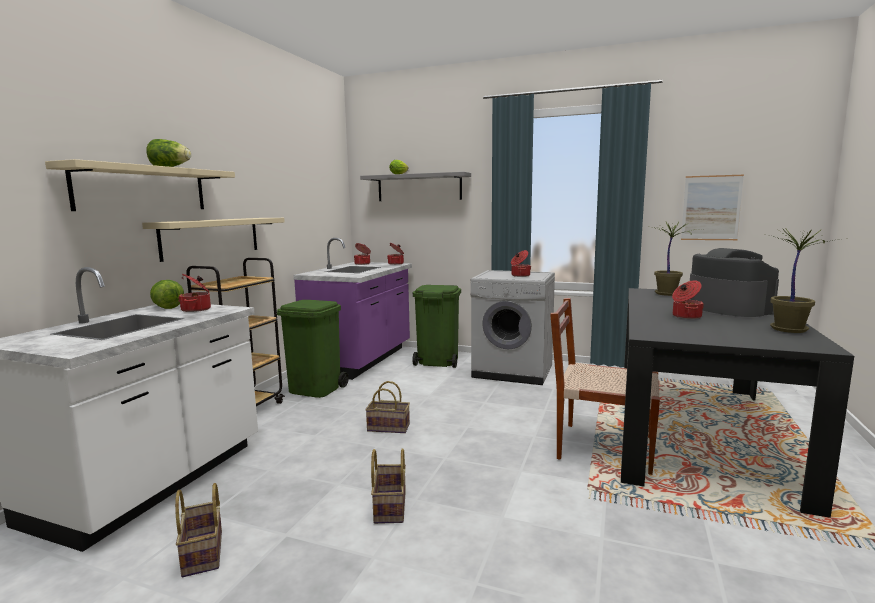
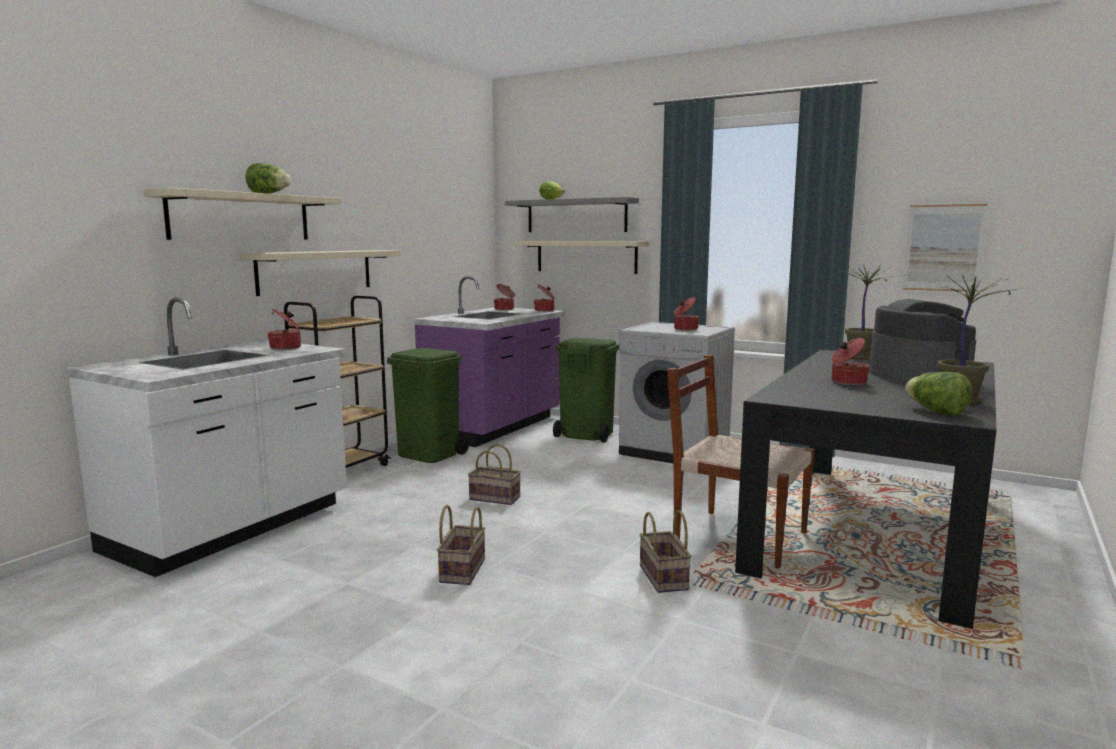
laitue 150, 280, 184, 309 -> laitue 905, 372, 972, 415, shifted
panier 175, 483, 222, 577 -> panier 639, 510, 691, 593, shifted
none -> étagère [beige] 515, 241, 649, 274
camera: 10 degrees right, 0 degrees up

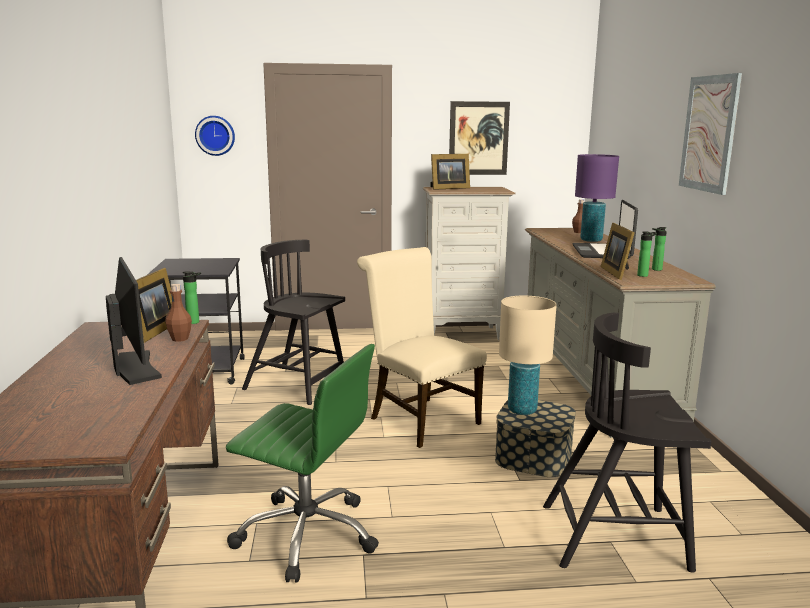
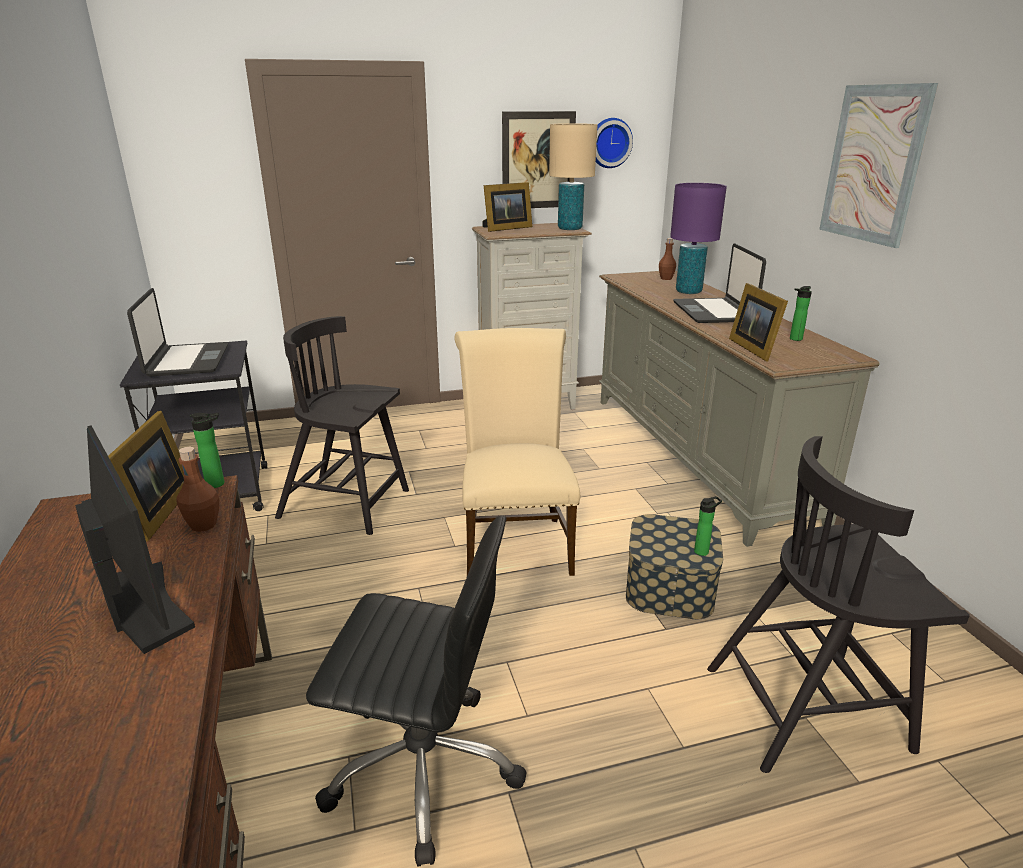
horloge murale 195, 116, 235, 156 -> horloge murale 596, 118, 633, 168, shifted
chaise de bureau [vert] 226, 344, 379, 583 -> chaise de bureau [noir] 306, 516, 527, 866
chaise [beige] 357, 247, 487, 448 -> chaise [beige] 454, 328, 580, 576, 45 degrees clockwise
lampe de table [beige] 499, 296, 557, 415 -> lampe de table [beige] 549, 123, 598, 230, shifted
bouteille 637, 231, 657, 277 -> bouteille 694, 496, 722, 556, shifted
none -> ordinateur portable 127, 288, 228, 376
camera: 10 degrees left, 10 degrees up

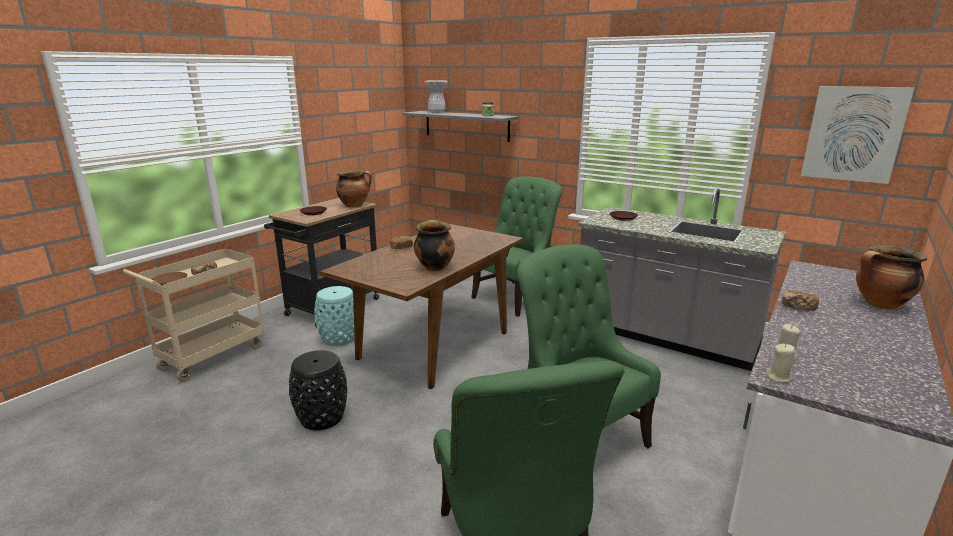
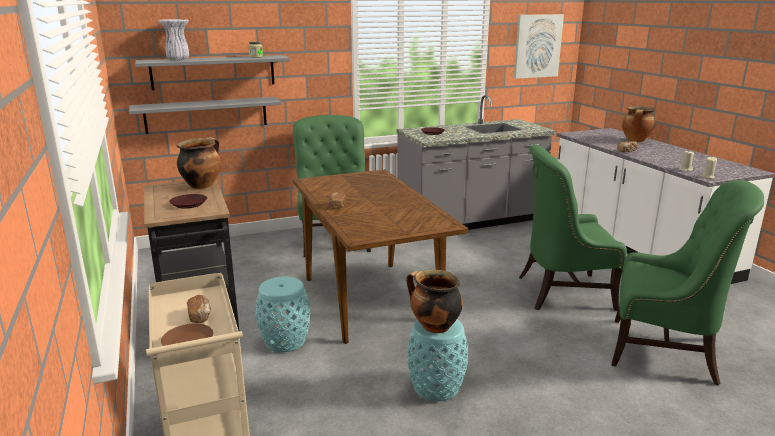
tabouret [noir] 289, 350, 347, 430 -> tabouret [turquoise] 407, 319, 468, 401
marmite 414, 220, 455, 271 -> marmite 406, 270, 463, 333, shifted
none -> étagère [gris] 129, 97, 282, 134
camera: 55 degrees left, 0 degrees up

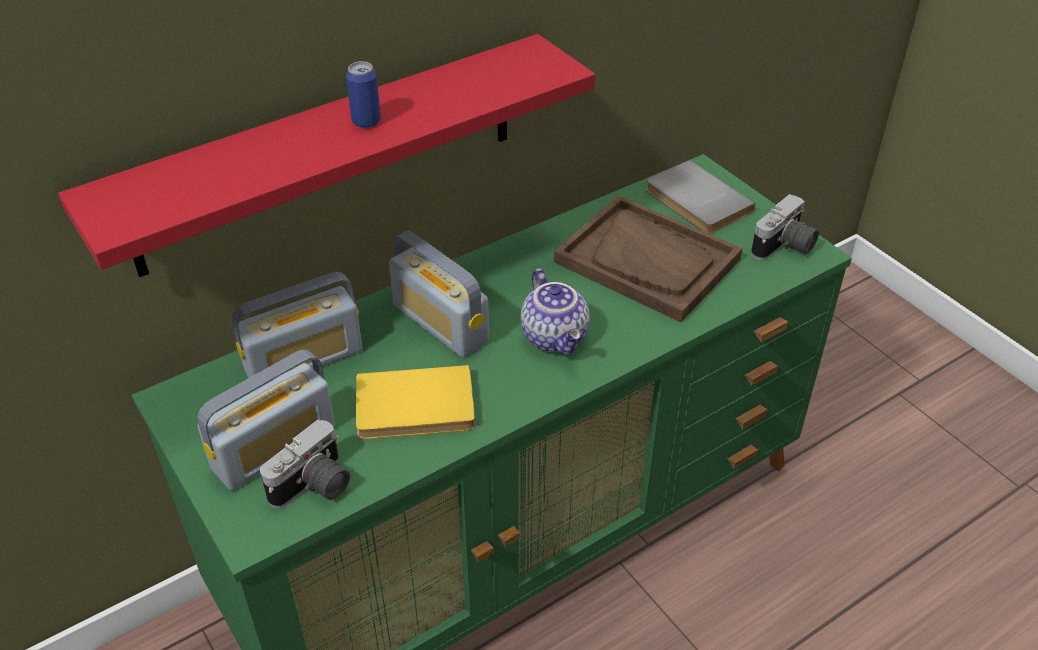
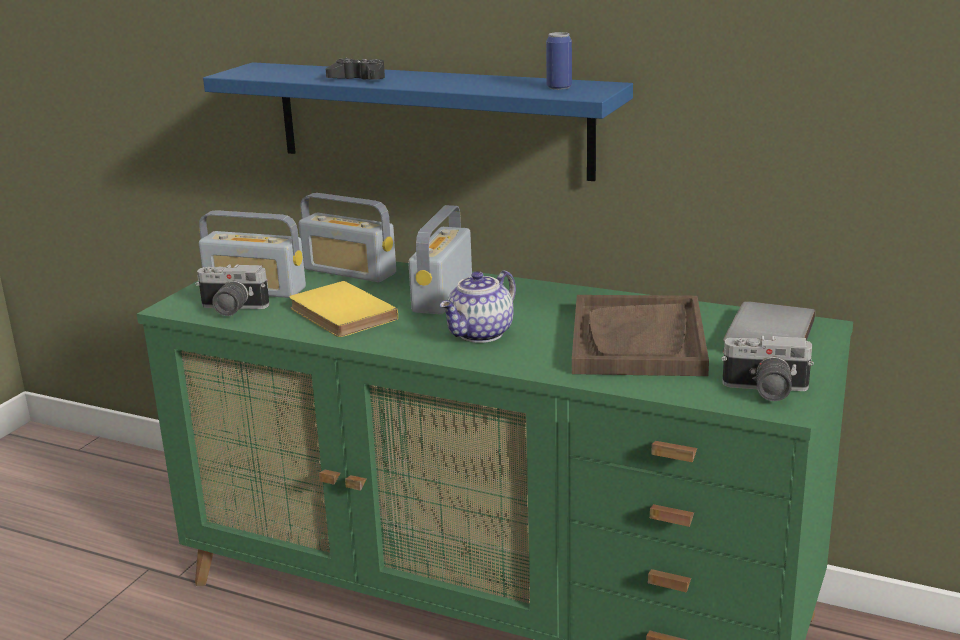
étagère [rouge] 58, 34, 595, 278 -> étagère [bleu] 203, 62, 633, 181
boîte métallique 346, 61, 381, 128 -> boîte métallique 546, 32, 572, 90, shifted
none -> manette [noir] 326, 58, 385, 80
camera: 60 degrees right, 20 degrees down

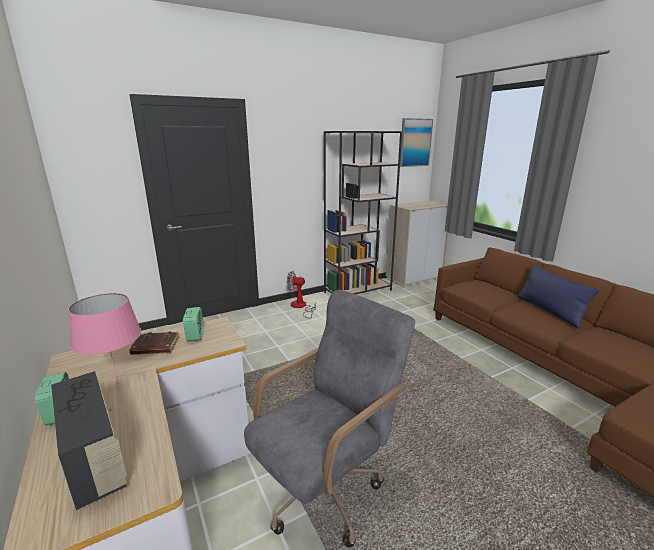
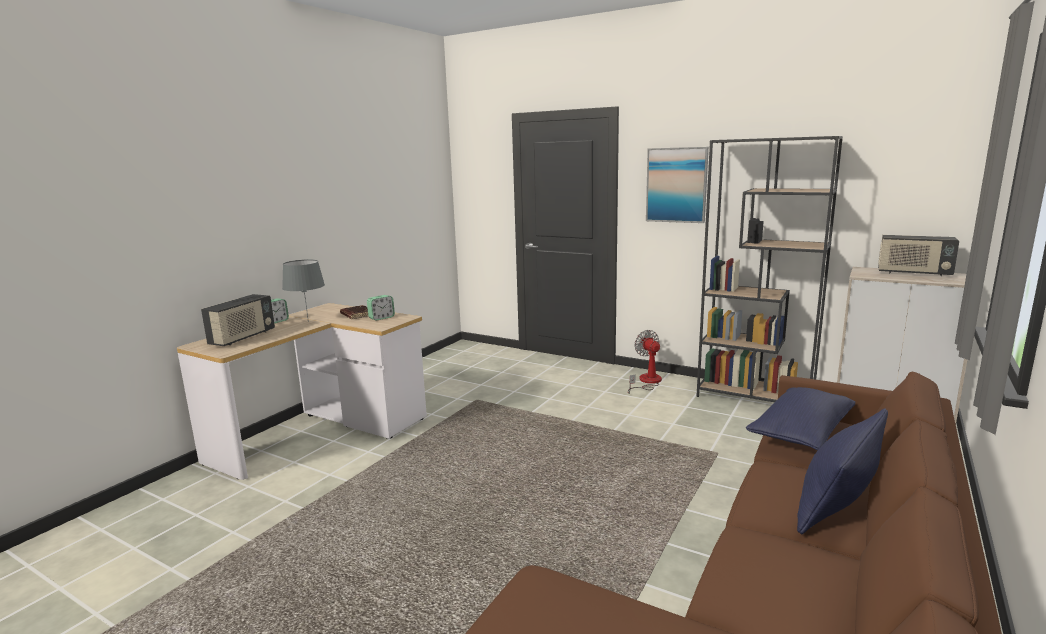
lampe de table [rose] 68, 293, 141, 385 -> lampe de table [gris] 282, 260, 325, 322
chaise de bureau [gris] 244, 290, 415, 547 -> none
tableau 400, 118, 433, 167 -> tableau 646, 147, 709, 223, shifted
none -> coussin [bleu] 746, 387, 855, 451
none -> radio 878, 235, 959, 276
camera: 60 degrees right, 5 degrees down

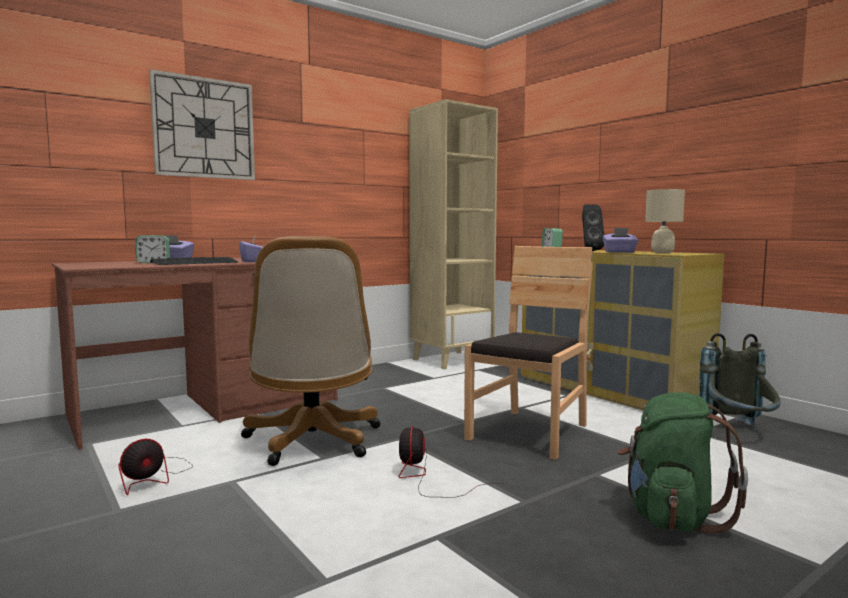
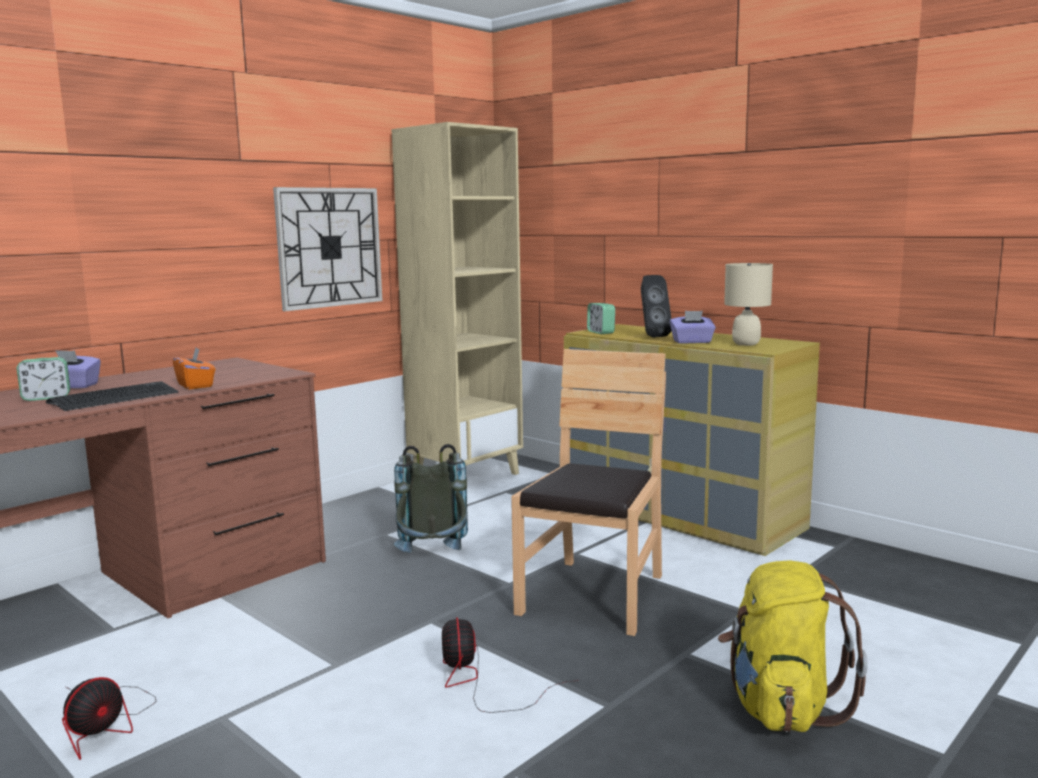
horloge murale 149, 69, 255, 180 -> horloge murale 273, 187, 382, 311, shifted
boîte à mouchoirs [violet] 239, 235, 263, 262 -> boîte à mouchoirs [orange] 173, 348, 215, 389
chaise de bureau 241, 236, 380, 466 -> none
sac à dos [vert] 617, 392, 748, 534 -> sac à dos [jaune] 718, 560, 868, 732
sac à dos [gris] 699, 333, 781, 427 -> sac à dos [gris] 394, 444, 468, 553, shifted
camera: 10 degrees left, 5 degrees up

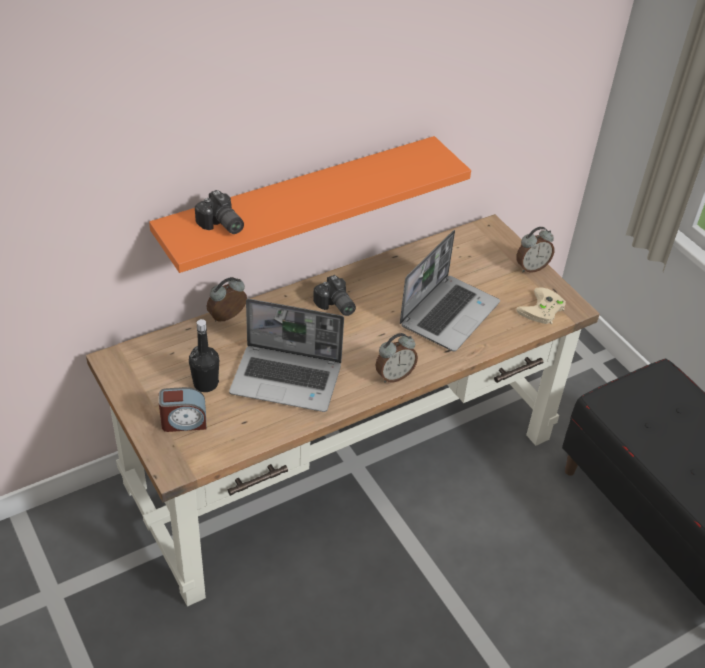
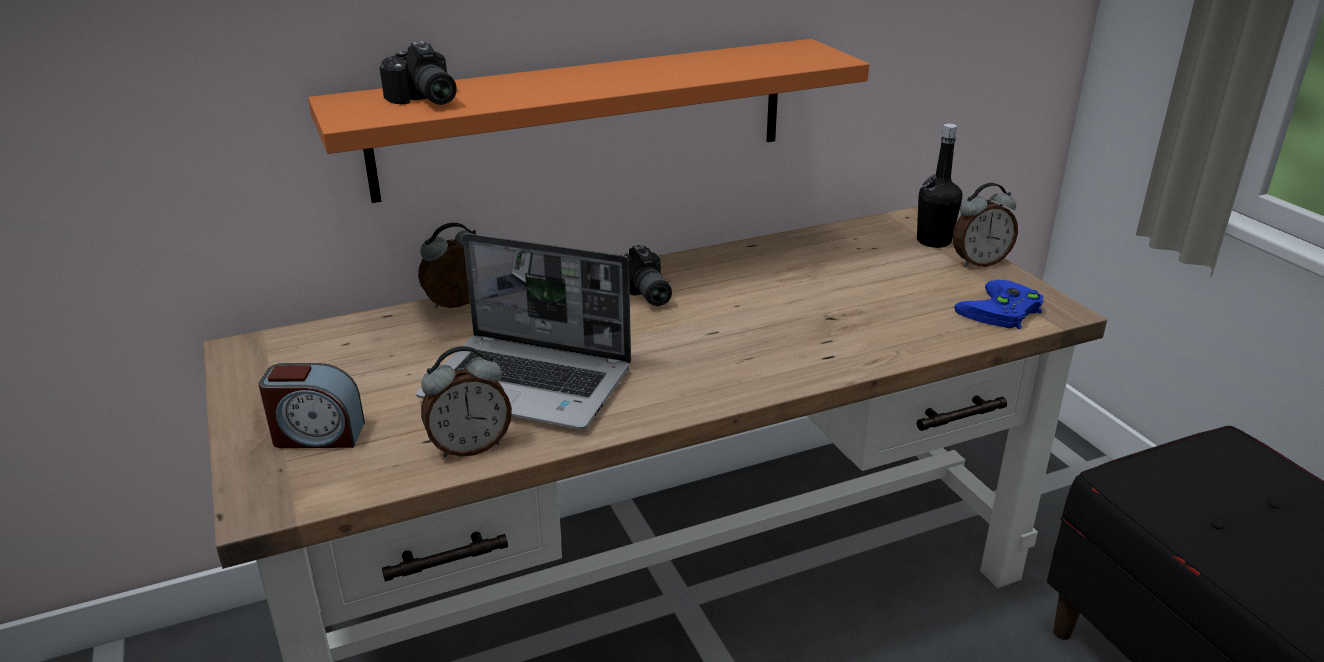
bouteille [noir] 189, 319, 219, 392 -> bouteille [noir] 917, 124, 962, 248, shifted
réveil 375, 333, 418, 383 -> réveil 421, 346, 512, 457, shifted
ordinateur portable 400, 230, 500, 352 -> none
manette [beige] 516, 287, 566, 324 -> manette [bleu] 954, 280, 1044, 329
camera: 10 degrees right, 15 degrees down

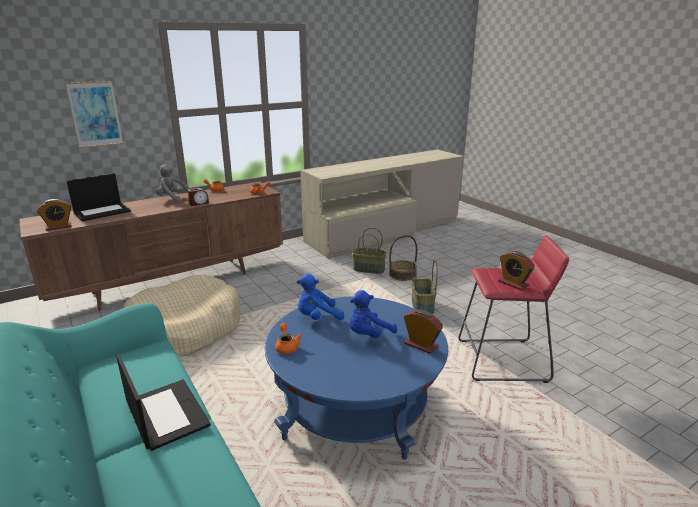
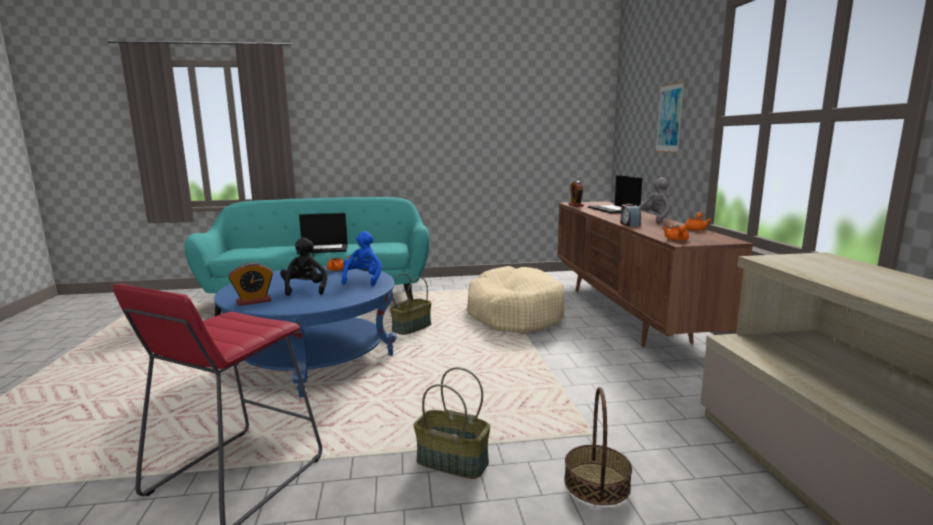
peluche [bleu] 350, 290, 397, 338 -> peluche [noir] 280, 238, 327, 296
panier 353, 228, 386, 274 -> panier 390, 273, 432, 335, shifted
réveil 498, 251, 535, 290 -> none
camera: 115 degrees right, 10 degrees down

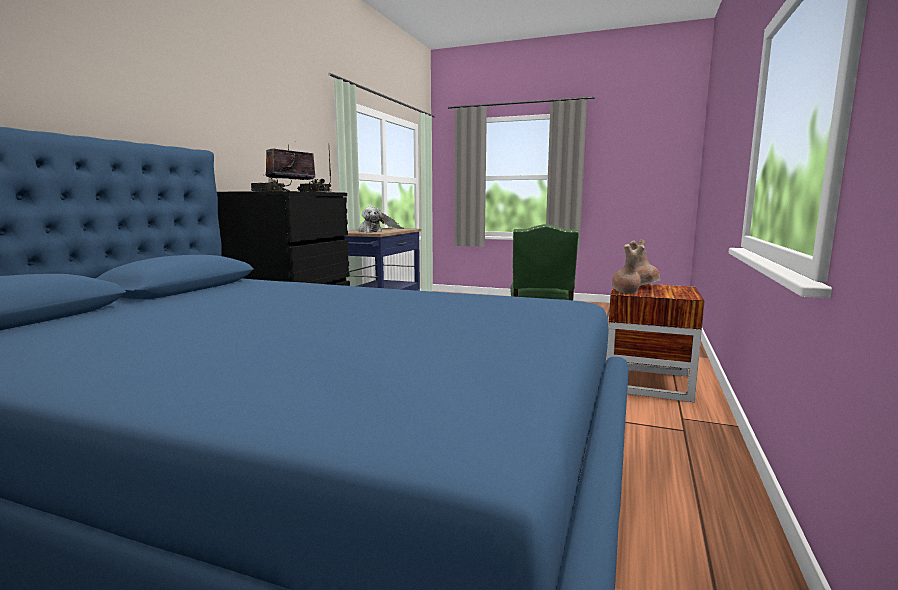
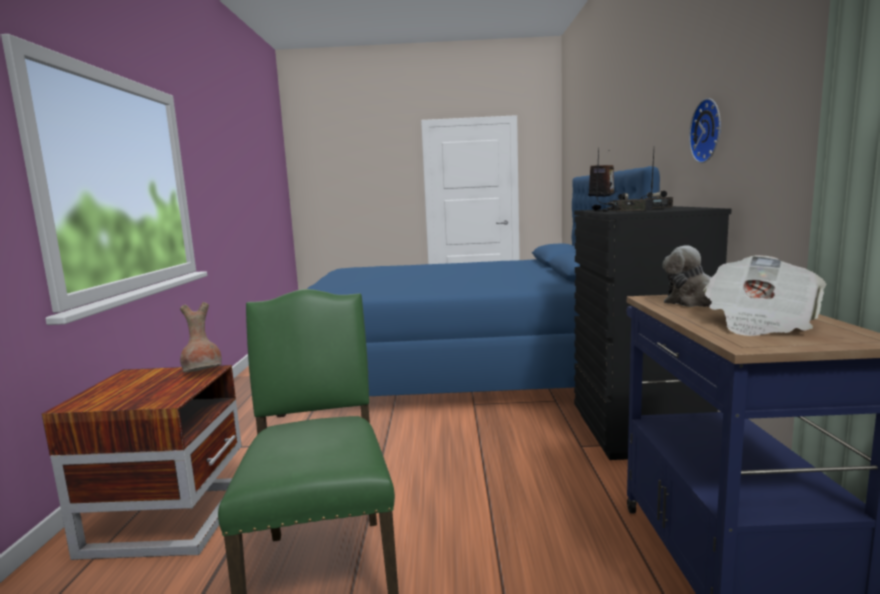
vase [marron] 630, 239, 660, 286 -> none
none -> horloge murale 689, 98, 721, 163
camera: 160 degrees right, 0 degrees up

